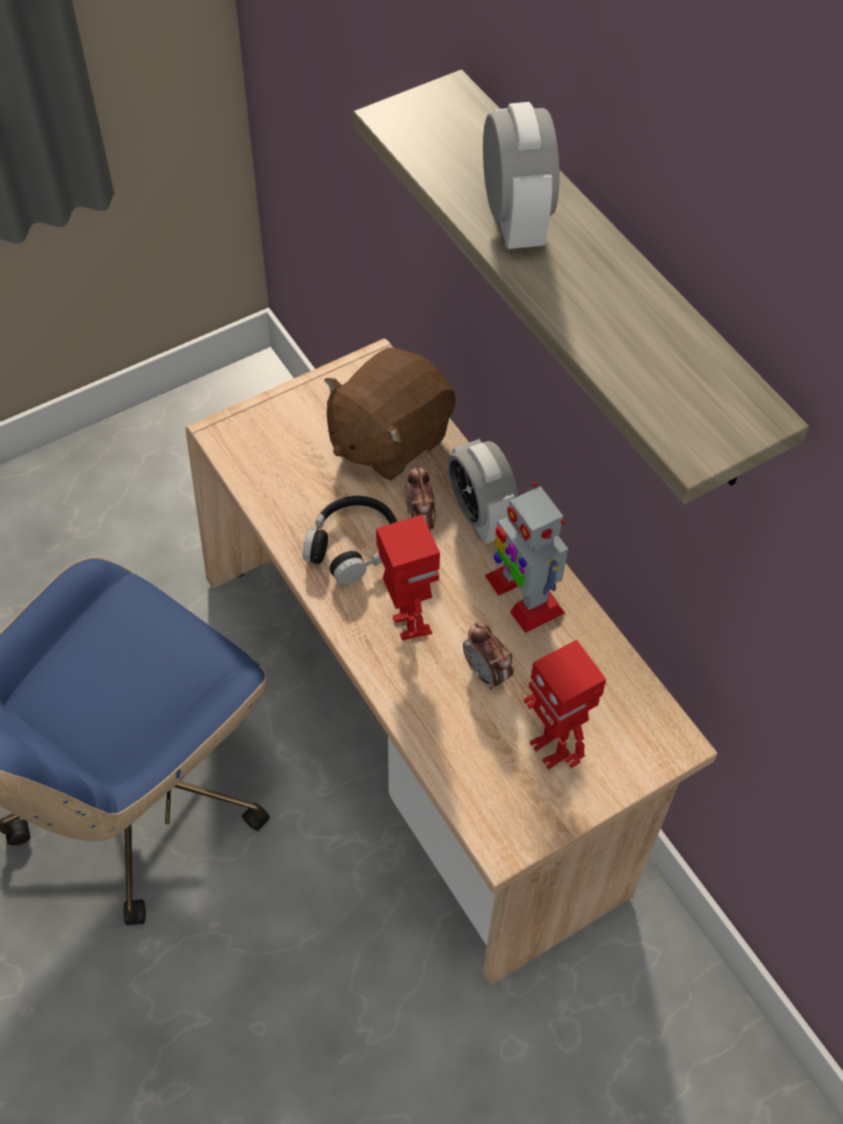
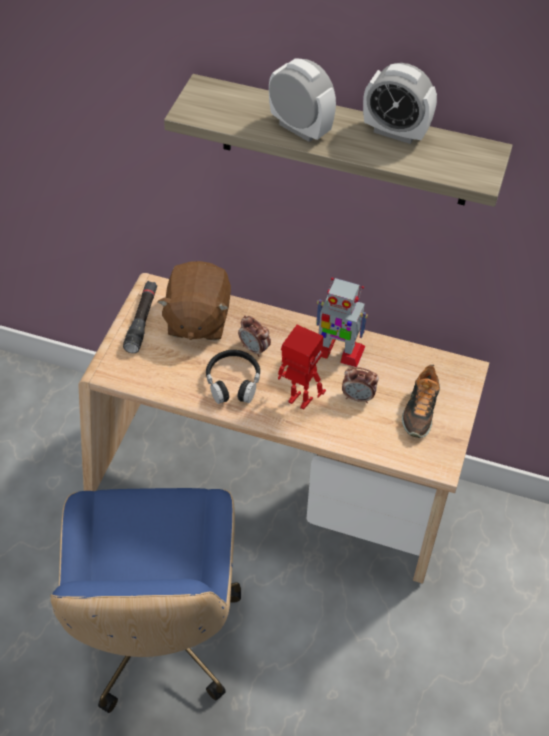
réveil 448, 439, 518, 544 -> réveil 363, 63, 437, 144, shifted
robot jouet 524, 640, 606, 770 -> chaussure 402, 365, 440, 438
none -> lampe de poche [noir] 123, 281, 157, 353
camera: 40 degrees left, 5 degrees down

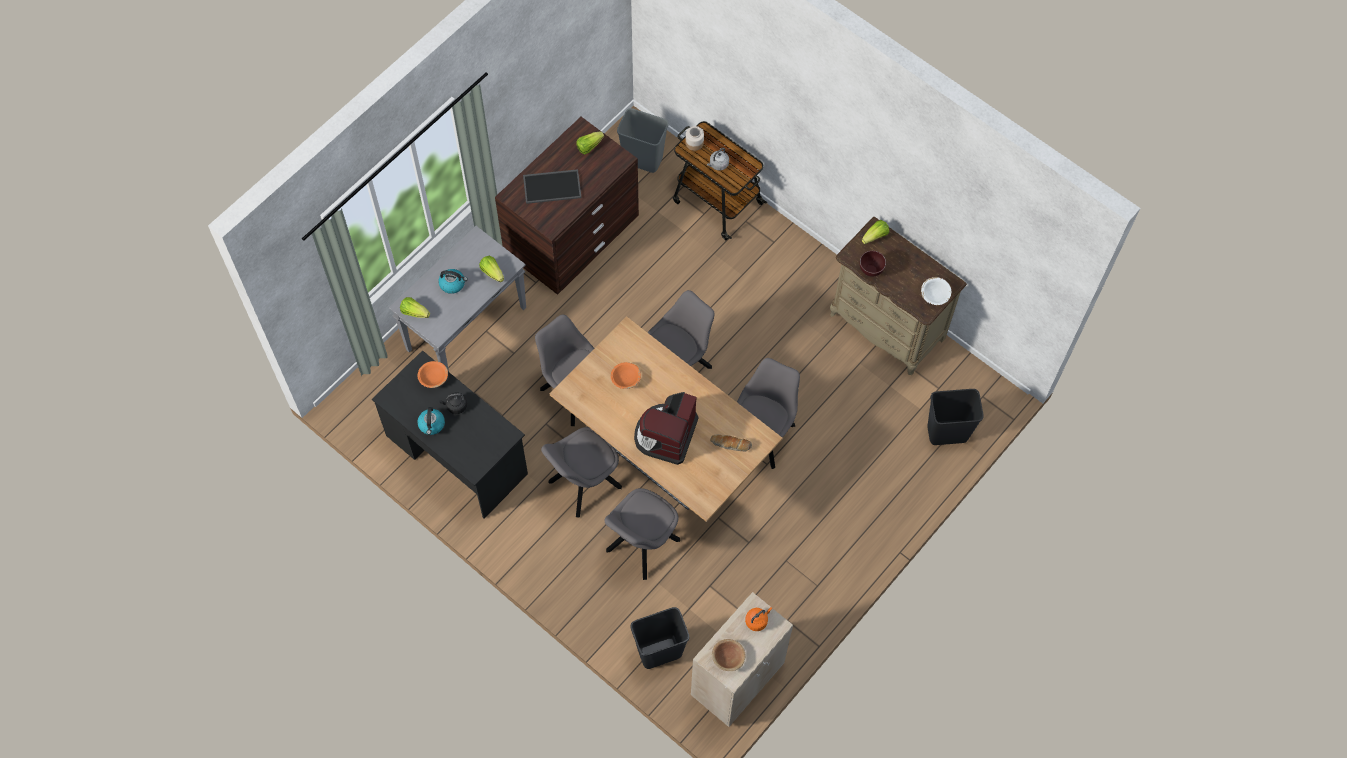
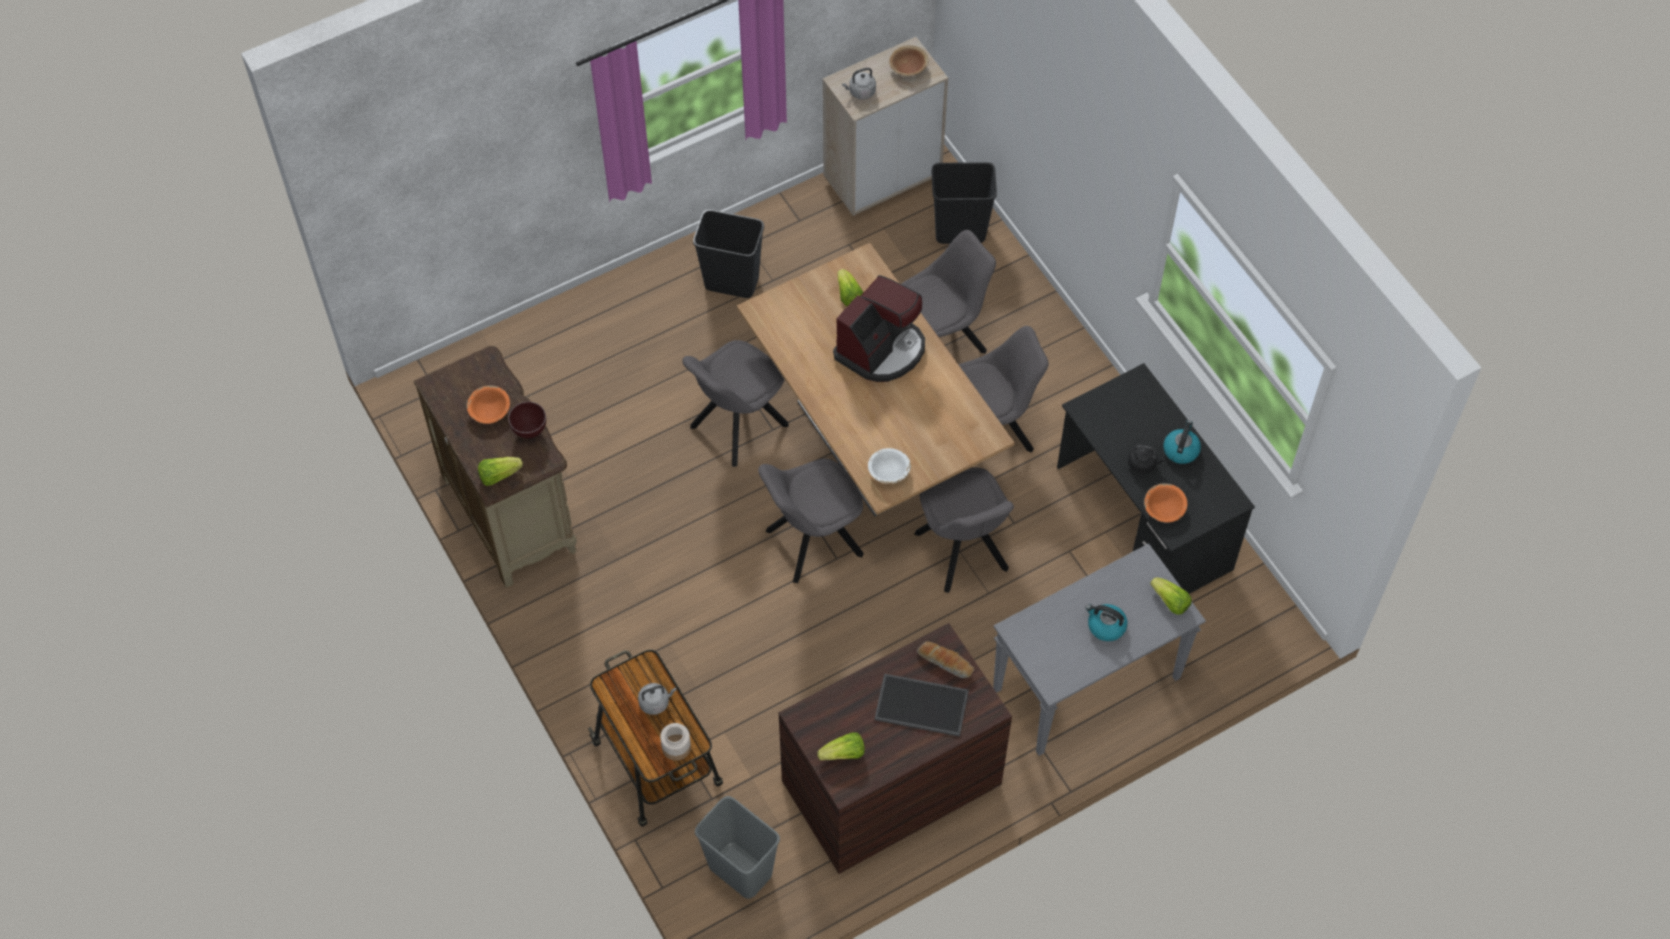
laitue 479, 256, 504, 282 -> laitue 838, 269, 863, 306, shifted
bol [orange] 611, 362, 641, 389 -> bol [orange] 467, 385, 510, 424, shifted
pain 710, 434, 752, 452 -> pain 917, 641, 974, 678, shifted
bouilloire [orange] 745, 607, 772, 631 -> bouilloire [gris] 842, 68, 876, 99
bol [blanc] 921, 277, 951, 305 -> bol [blanc] 868, 448, 911, 484, shifted
poubelle [noir] 927, 389, 984, 445 -> poubelle [noir] 693, 210, 764, 298, shifted
camera: 160 degrees left, 5 degrees down

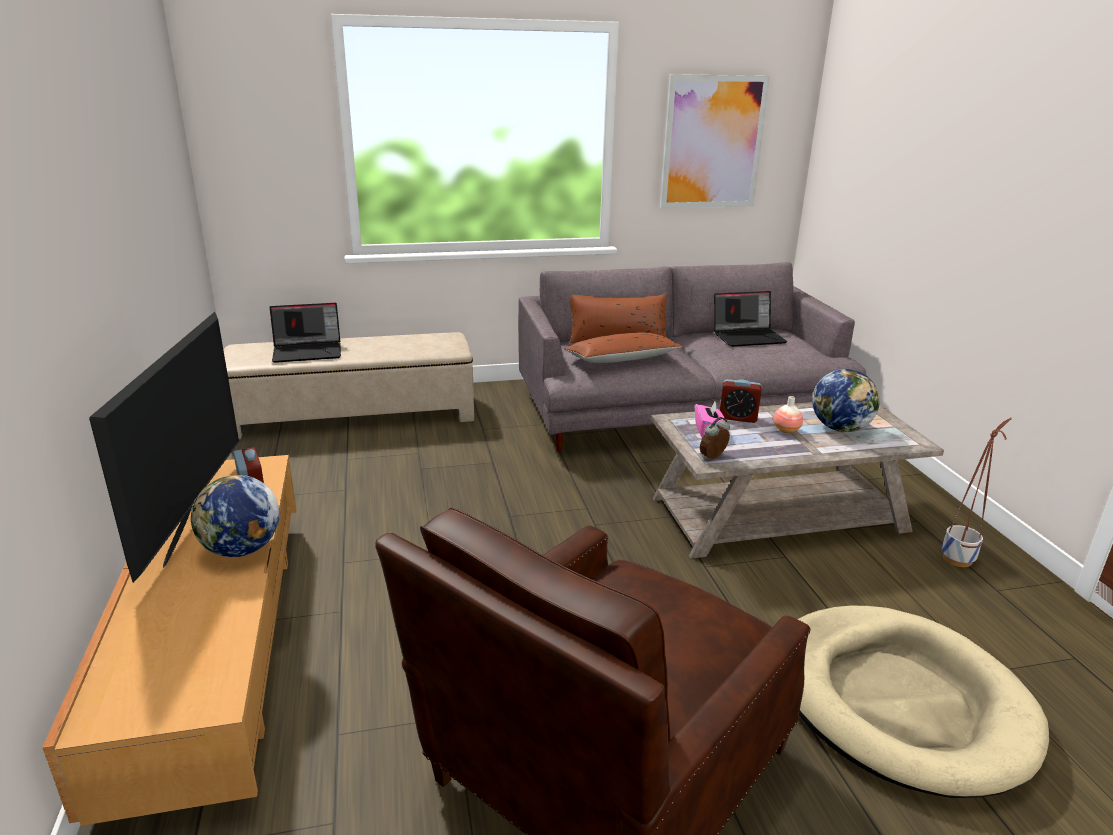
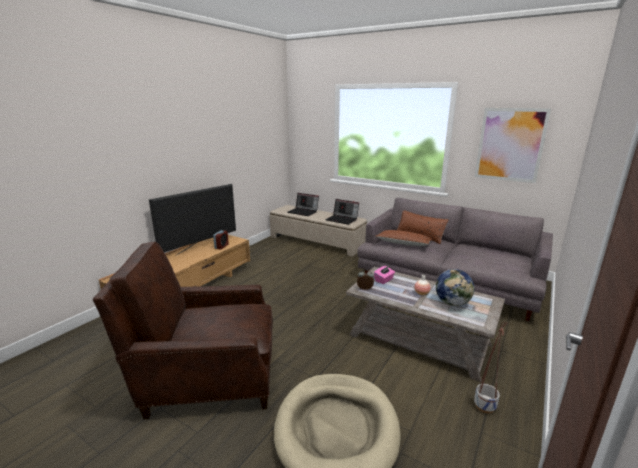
globe 191, 475, 280, 557 -> none
ordinateur portable 714, 291, 787, 347 -> ordinateur portable 325, 199, 359, 225, shifted
réveil 720, 379, 762, 423 -> none
camera: 45 degrees right, 5 degrees down

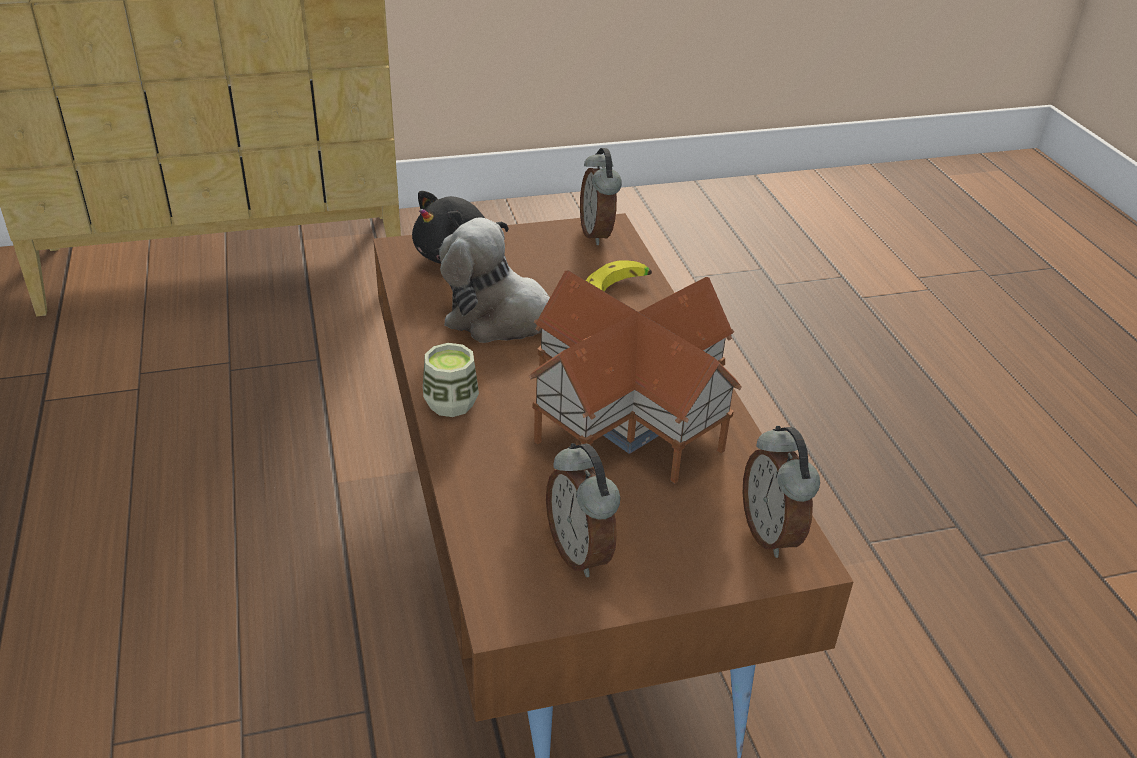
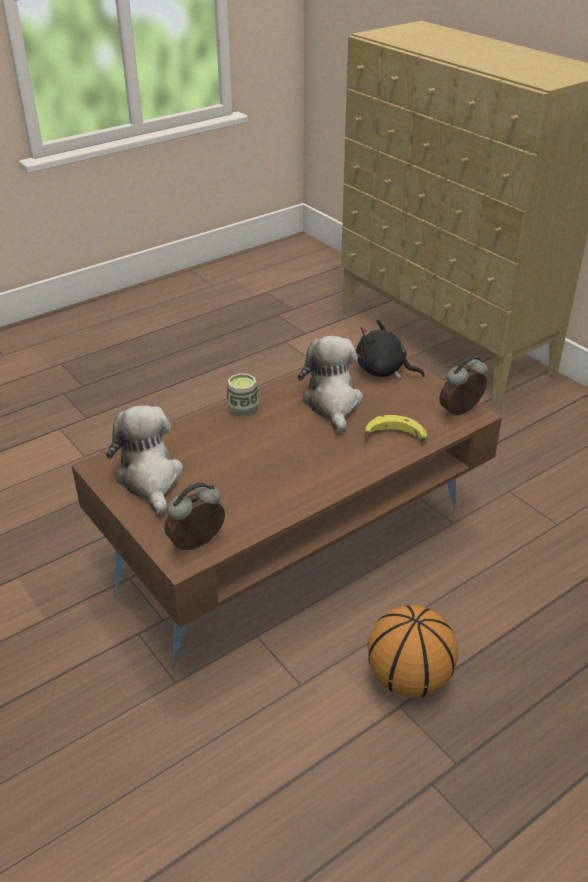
maison miniature 529, 270, 742, 484 -> none
réveil 546, 443, 620, 577 -> peluche 106, 405, 183, 516
none -> ballon de basket 368, 605, 458, 698
camera: 70 degrees right, 0 degrees up

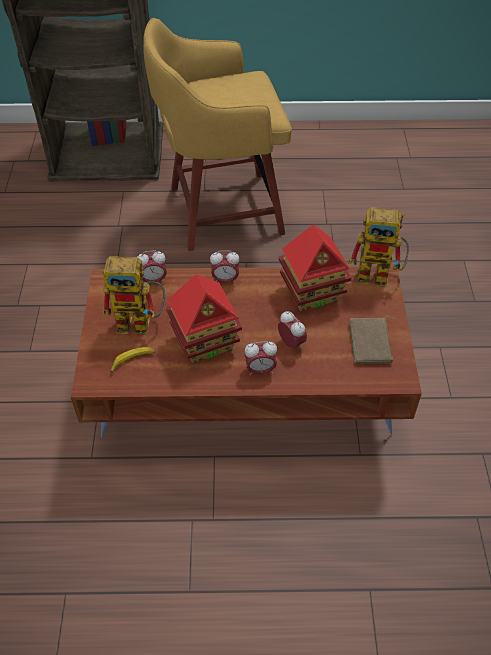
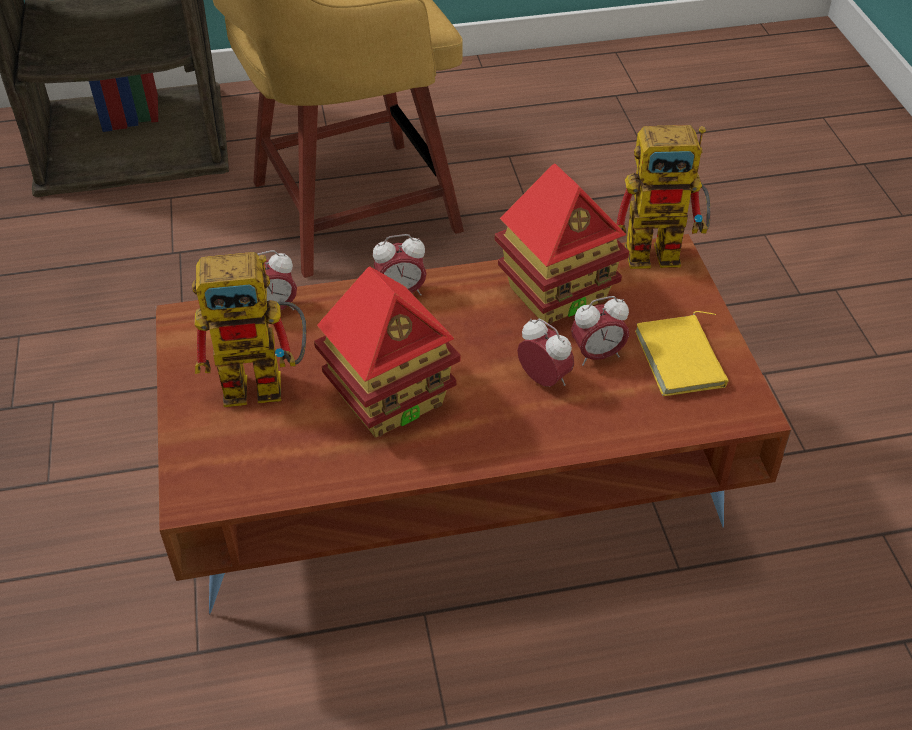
banane 110, 347, 155, 373 -> none
réveil 245, 341, 277, 375 -> réveil 571, 296, 629, 366, shifted
livre [marron] 350, 316, 396, 363 -> livre [jaune] 635, 311, 729, 396
camera: 10 degrees left, 5 degrees down

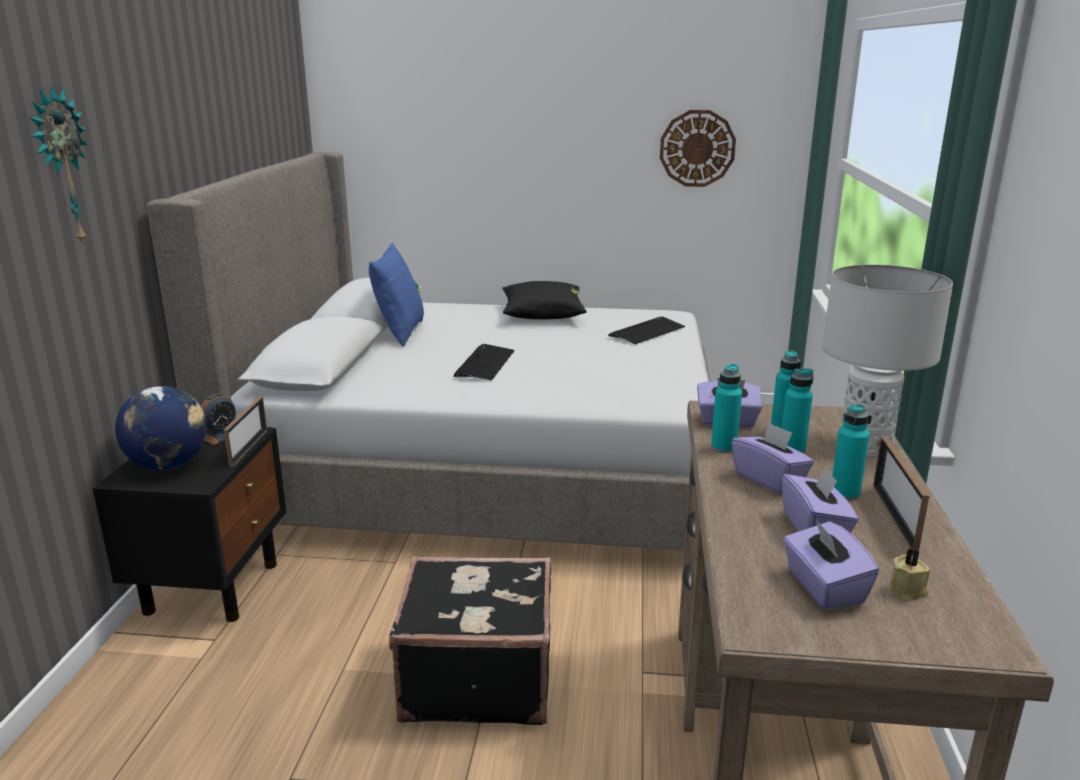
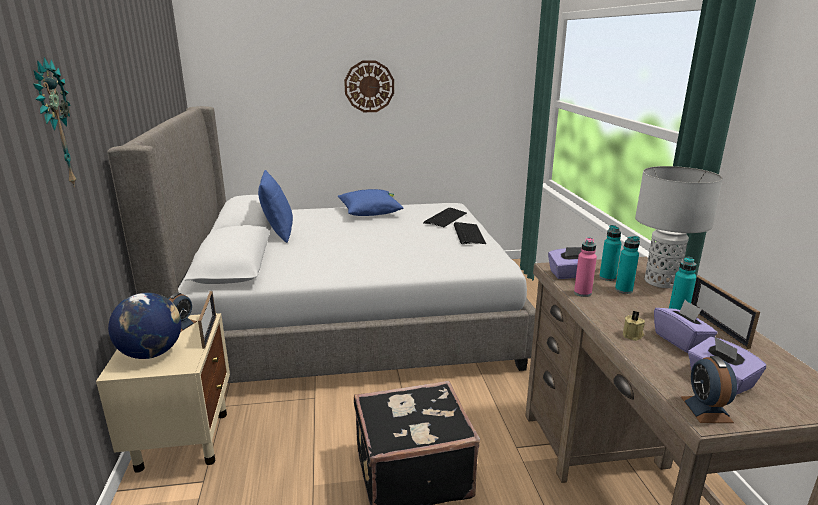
table de chevet [noir] 92, 427, 286, 622 -> table de chevet [beige] 96, 313, 230, 473
clavier 454, 344, 514, 380 -> clavier 454, 222, 486, 244, shifted
coussin [noir] 502, 281, 587, 320 -> coussin [bleu] 338, 189, 404, 216
horloge murale 660, 110, 736, 187 -> horloge murale 344, 61, 394, 112, shifted
bouteille [turquoise] 711, 364, 742, 453 -> bouteille [rose] 574, 238, 597, 297
boîte à mouchoirs [violet] 731, 422, 814, 494 -> none
bougie [beige] 889, 549, 930, 602 -> bougie [beige] 623, 311, 645, 341, shifted
none -> réveil 681, 356, 737, 423
camera: 15 degrees left, 0 degrees up

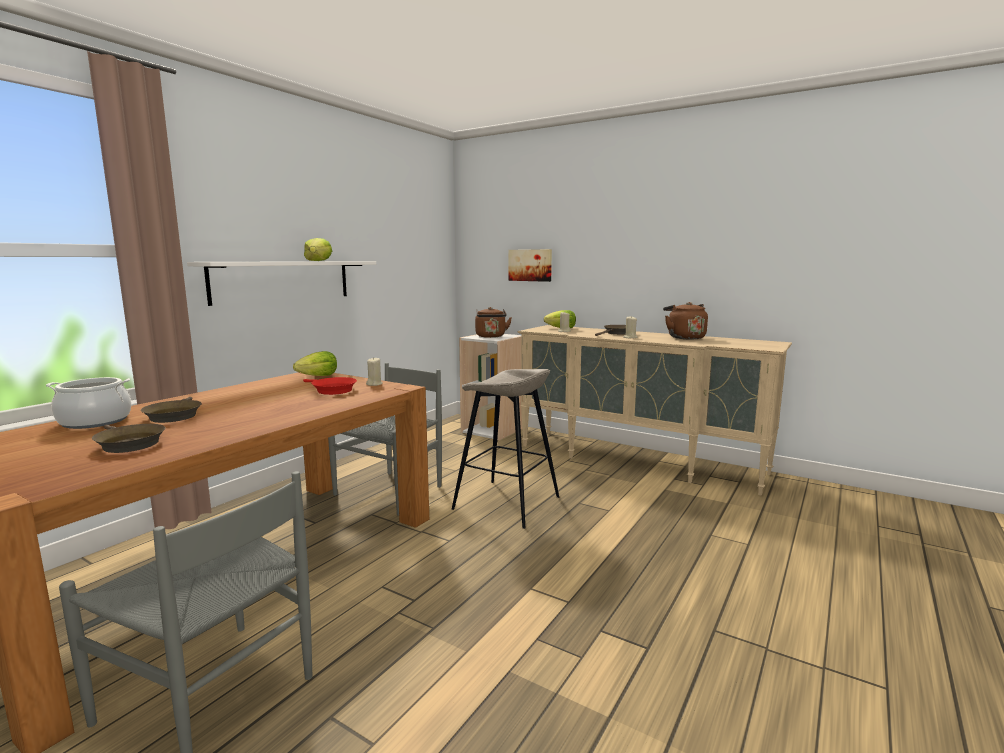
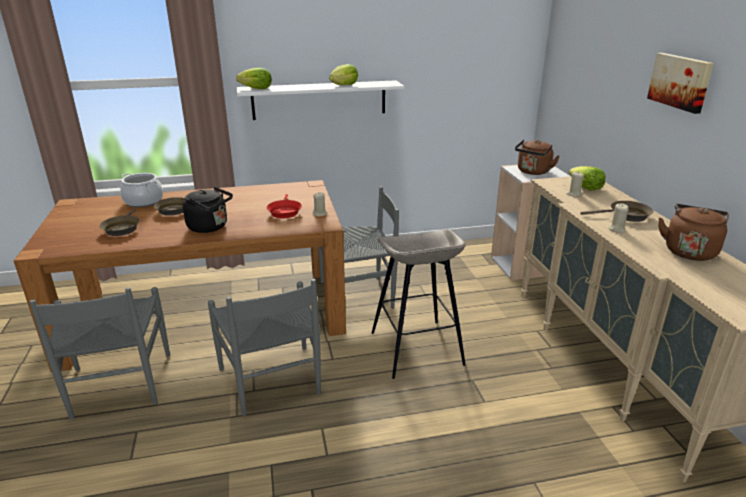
laitue 293, 351, 337, 376 -> laitue 236, 68, 272, 89, shifted
tableau 508, 249, 552, 282 -> tableau 647, 53, 714, 114, shifted
none -> bouilloire [noir] 183, 187, 233, 233
none -> chaise [gris] 208, 279, 321, 416
camera: 45 degrees right, 15 degrees up

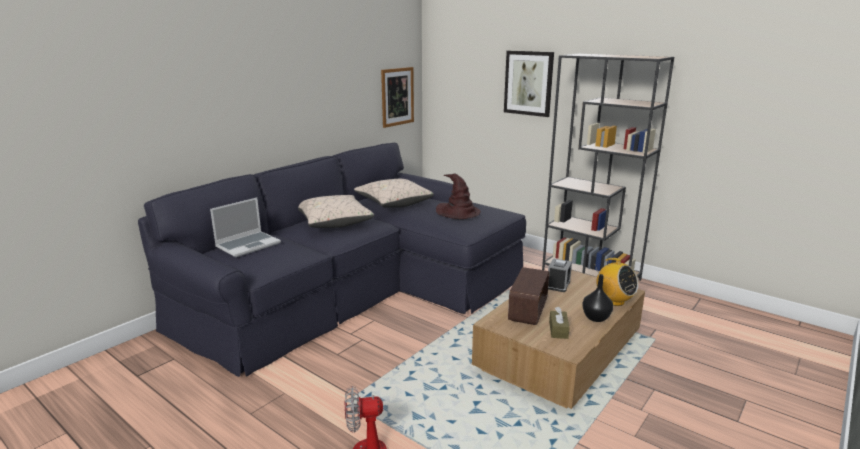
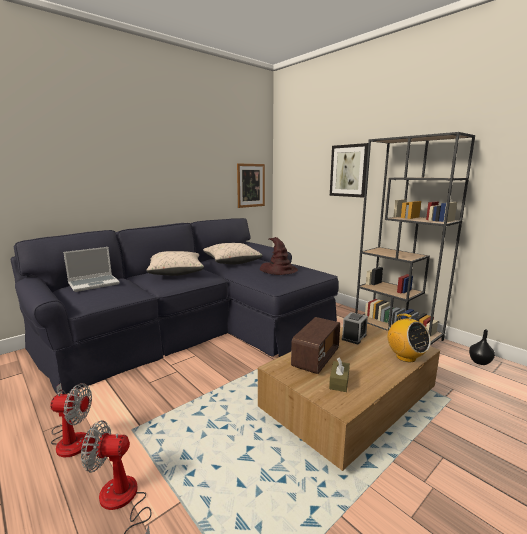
vase [noir] 582, 274, 613, 322 -> vase [noir] 469, 329, 495, 365, shifted
none -> ventilateur 50, 383, 92, 458
camera: 10 degrees right, 5 degrees down

